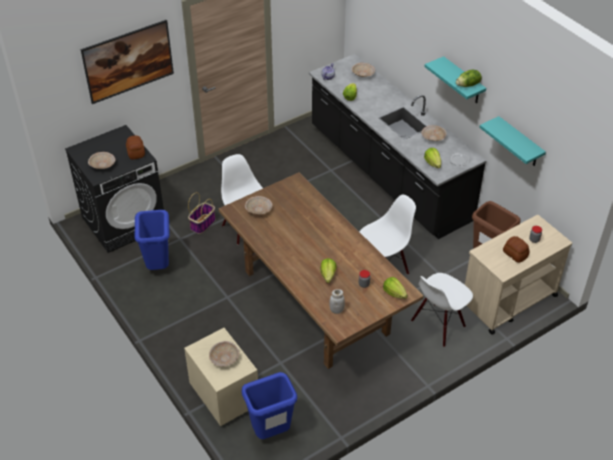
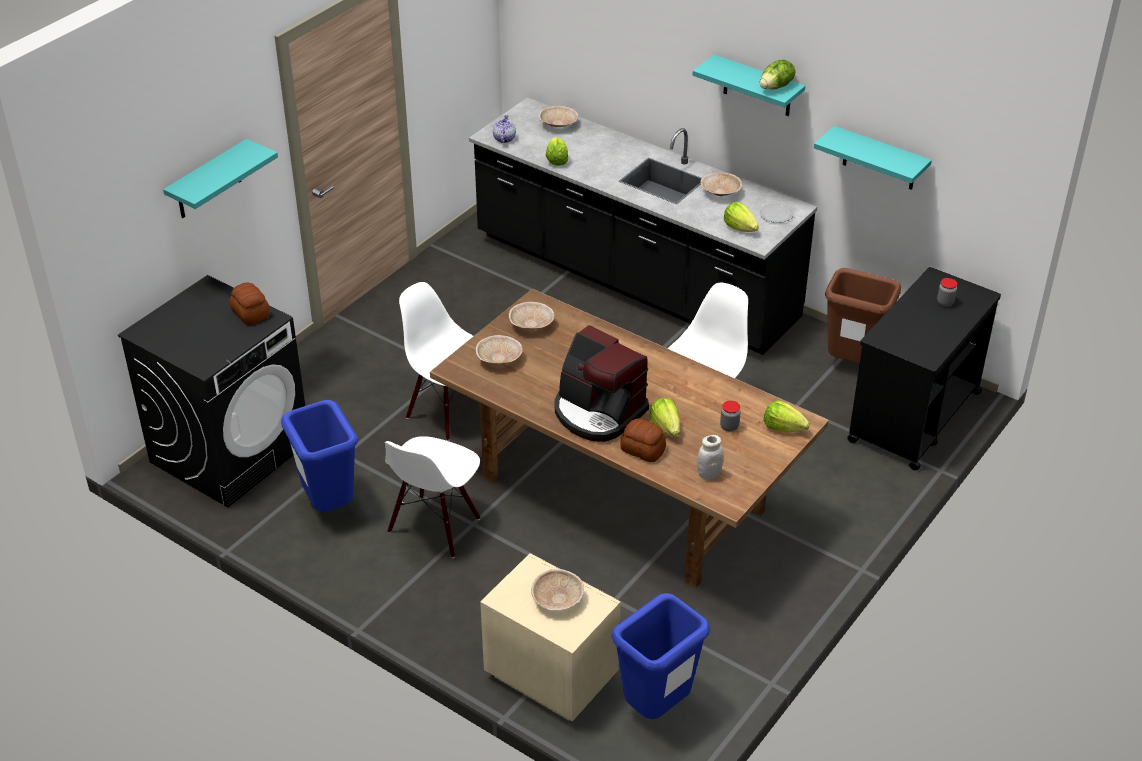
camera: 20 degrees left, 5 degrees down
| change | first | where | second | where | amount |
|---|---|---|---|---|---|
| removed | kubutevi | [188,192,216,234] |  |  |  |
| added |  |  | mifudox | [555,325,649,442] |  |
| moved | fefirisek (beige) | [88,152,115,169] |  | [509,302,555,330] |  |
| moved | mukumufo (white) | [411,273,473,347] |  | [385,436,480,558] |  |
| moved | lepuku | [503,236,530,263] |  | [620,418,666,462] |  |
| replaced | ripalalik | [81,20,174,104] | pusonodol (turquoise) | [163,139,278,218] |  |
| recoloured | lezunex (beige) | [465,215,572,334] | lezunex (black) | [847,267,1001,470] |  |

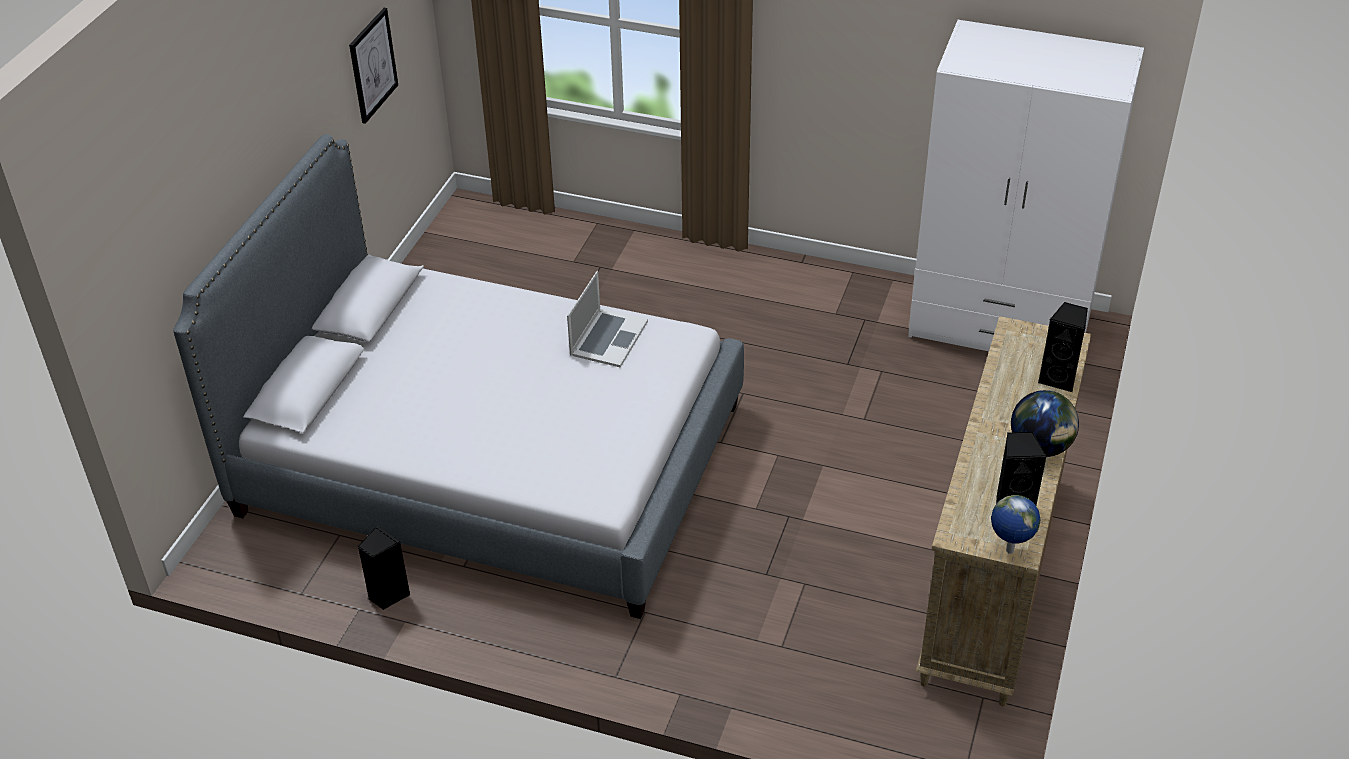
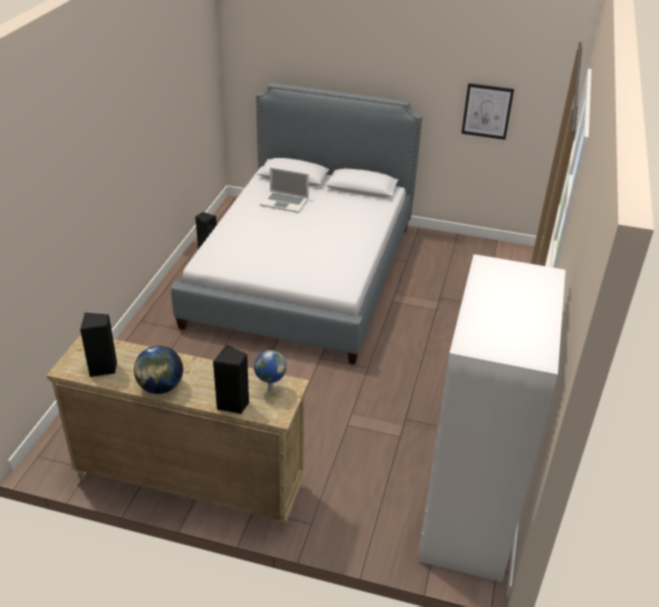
camera: 85 degrees right, 5 degrees down
| change | first | where | second | where | amount |
|---|---|---|---|---|---|
| moved | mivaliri | [567,271,648,367] |  | [260,167,309,213] |  |
| moved | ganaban | [991,495,1040,554] |  | [254,350,287,392] |  |

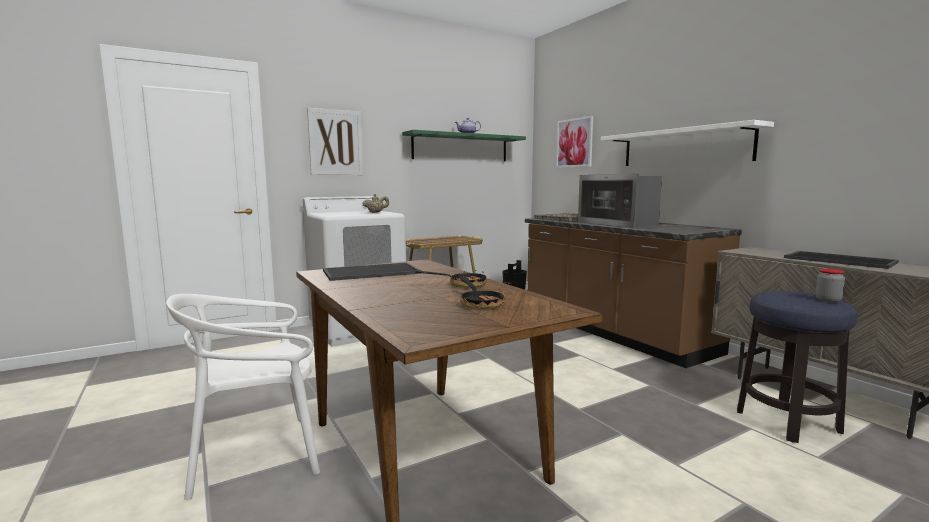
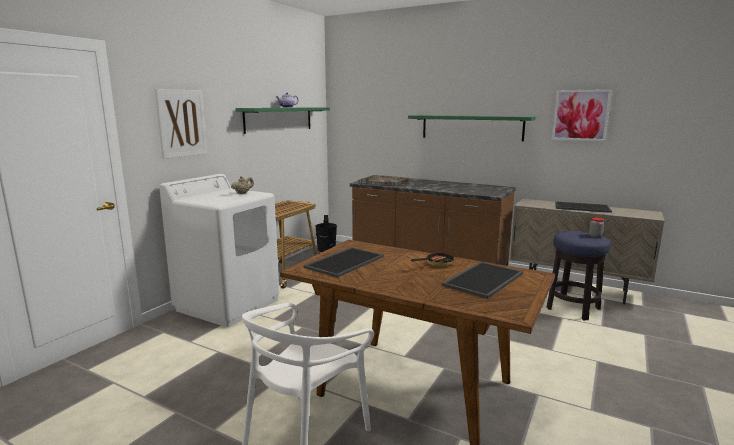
camera: 30 degrees left, 5 degrees up
| change | first | where | second | where | amount |
|---|---|---|---|---|---|
| removed | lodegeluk | [578,174,662,228] |  |  |  |
| moved | ripalalik | [556,116,593,168] |  | [552,89,612,141] |  |
| replaced | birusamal | [459,276,506,309] | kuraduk | [442,262,523,299] |  |
| recoloured | pusonodol (white) | [601,120,774,166] | pusonodol (green) | [408,115,536,141] |  |

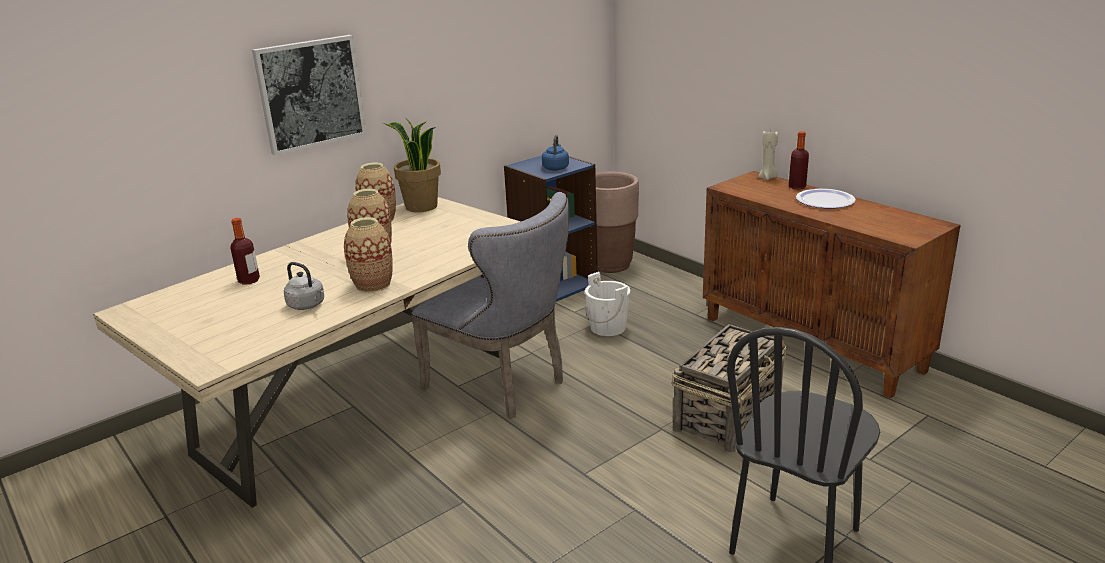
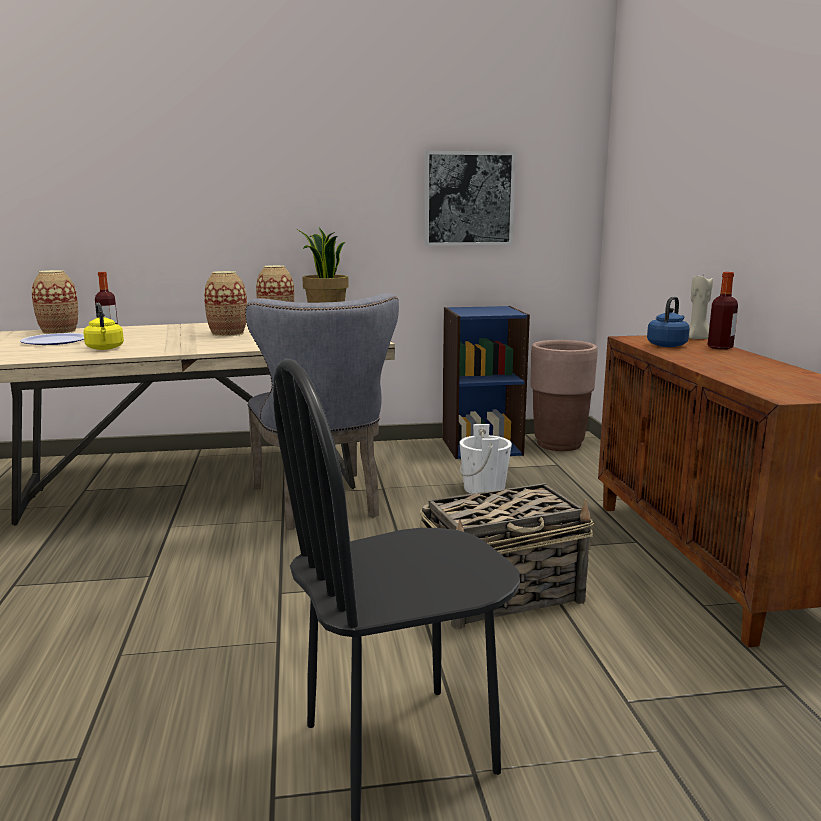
camera: 30 degrees right, 10 degrees down
| change | first | where | second | where | amount |
|---|---|---|---|---|---|
| moved | ripalalik | [252,35,366,155] |  | [424,151,516,246] |  |
| moved | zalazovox | [344,217,393,293] |  | [32,270,78,334] |  |
| moved | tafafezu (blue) | [542,135,569,170] |  | [647,297,690,347] |  |
| moved | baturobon | [796,189,856,209] |  | [20,333,84,345] |  |
| recoloured | tafafezu (grey) | [284,262,324,310] | tafafezu (yellow) | [83,303,124,350] |  |

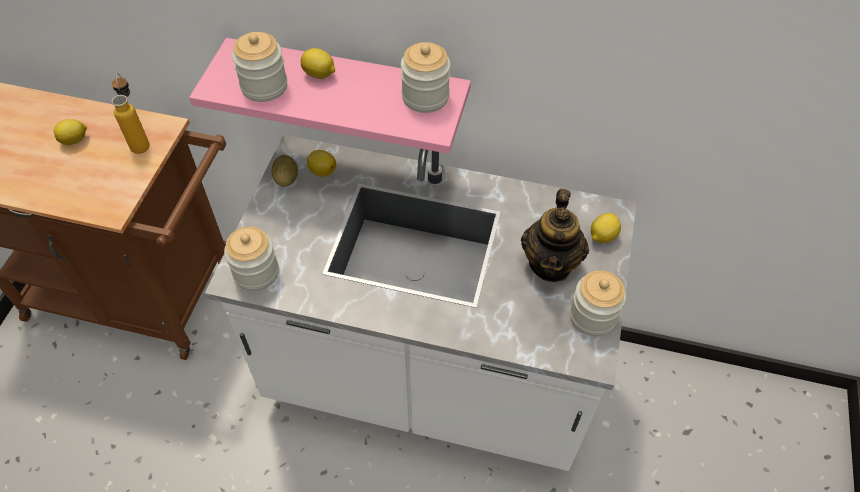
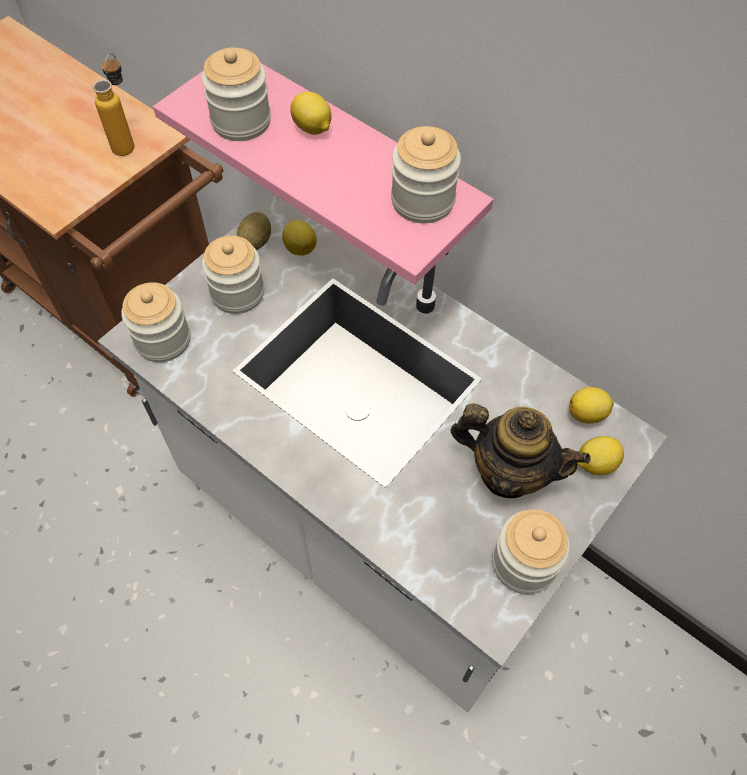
camera: 25 degrees right, 5 degrees up
| change | first | where | second | where | amount |
|---|---|---|---|---|---|
| added |  |  | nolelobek | [202,235,264,314] |  |
| moved | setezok | [54,119,87,145] |  | [569,387,614,424] |  |
| turned | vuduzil | [521,189,589,282] |  | [450,403,591,498] | 105 degrees counterclockwise |

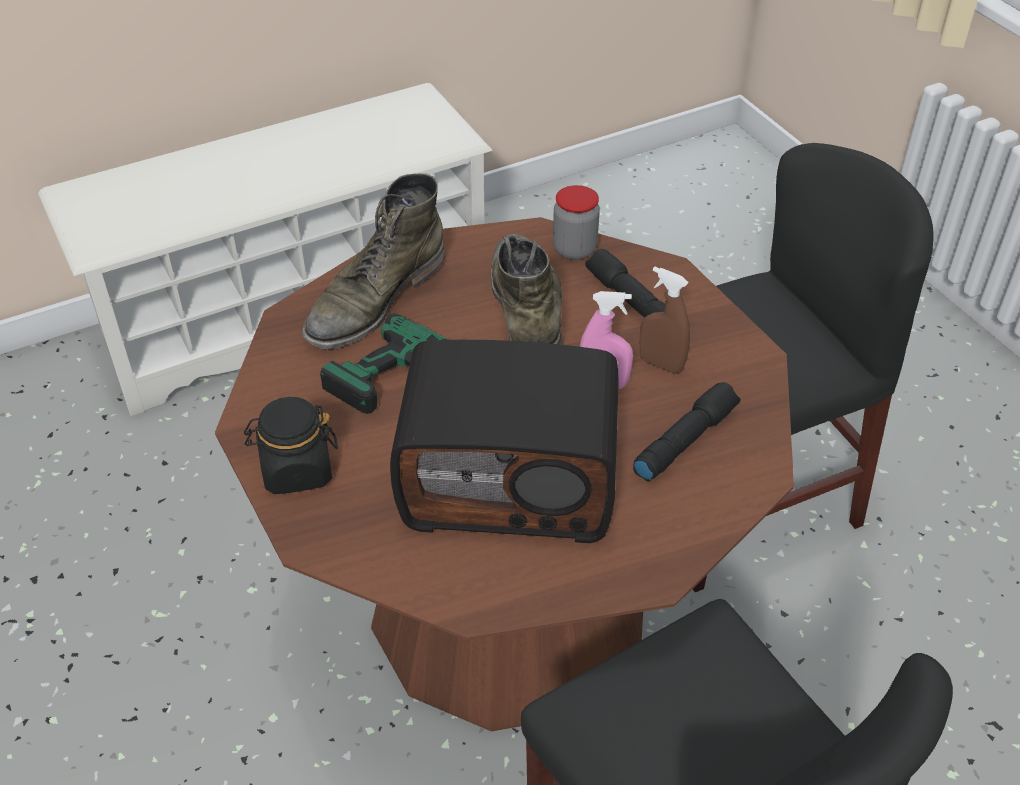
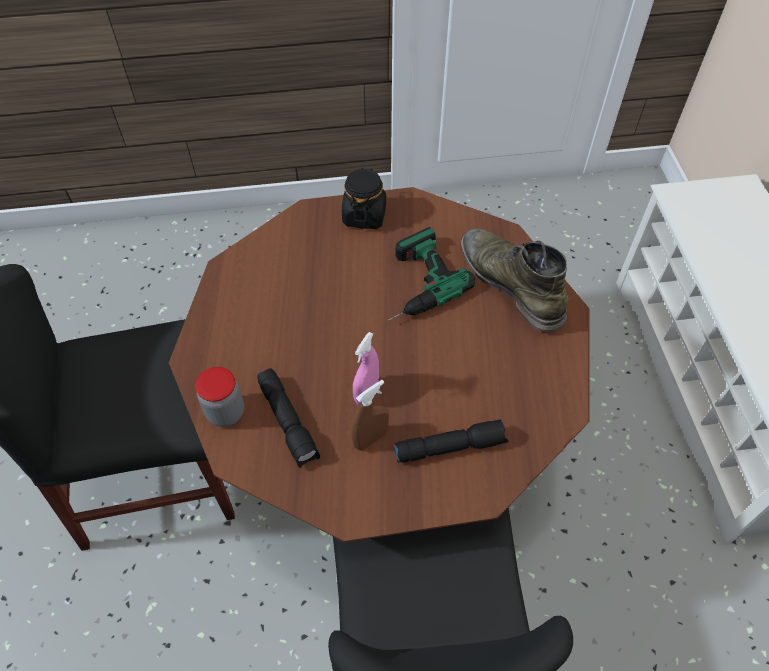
camera: 110 degrees right, 10 degrees up
| change | first | where | second | where | amount |
|---|---|---|---|---|---|
| removed | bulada | [390,340,619,543] |  |  |  |
| removed | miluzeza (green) | [491,234,563,345] |  |  |  |
| moved | nolelobek | [553,185,600,260] |  | [196,367,244,427] |  |

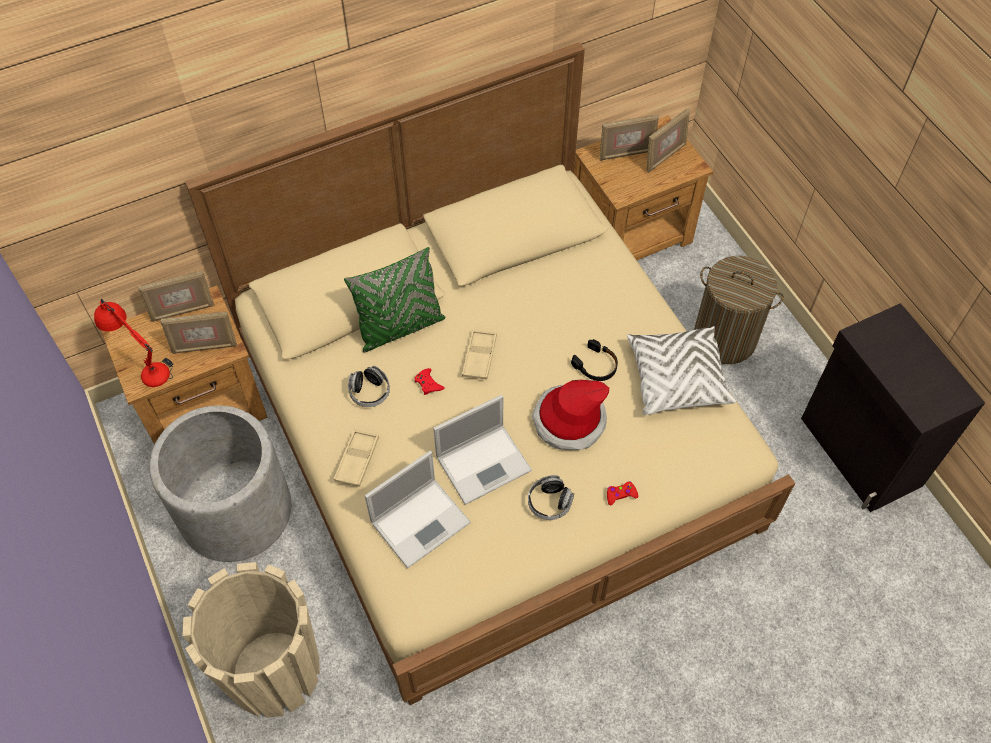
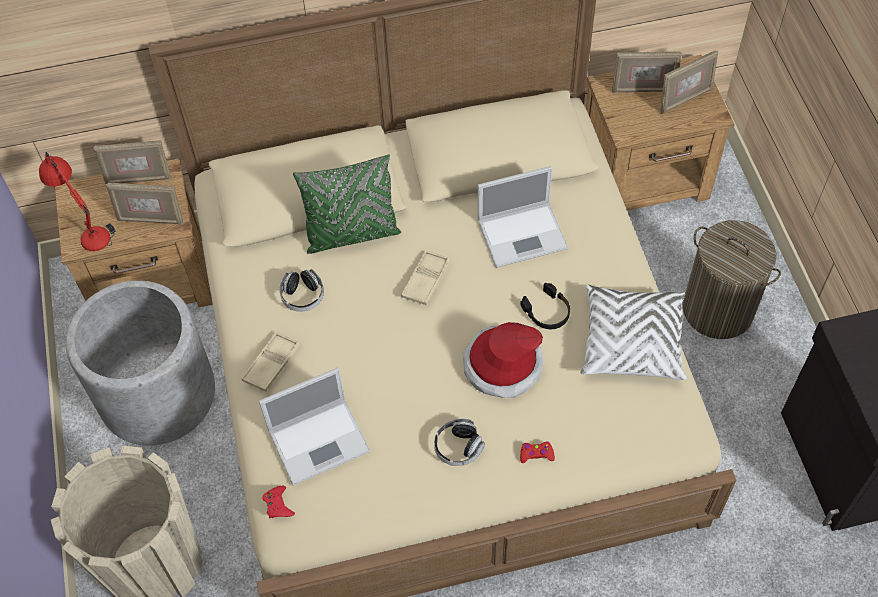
camera: 15 degrees right, 0 degrees up
| change | first | where | second | where | amount |
|---|---|---|---|---|---|
| moved | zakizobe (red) | [415,368,445,395] |  | [262,486,295,518] |  |
| moved | mivaliri | [433,395,532,505] |  | [477,166,568,268] |  |

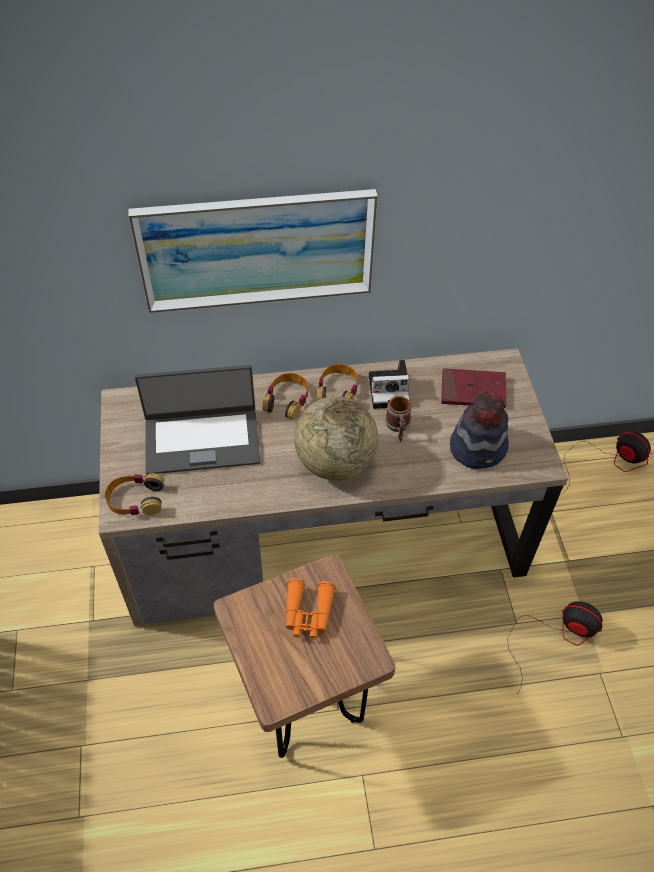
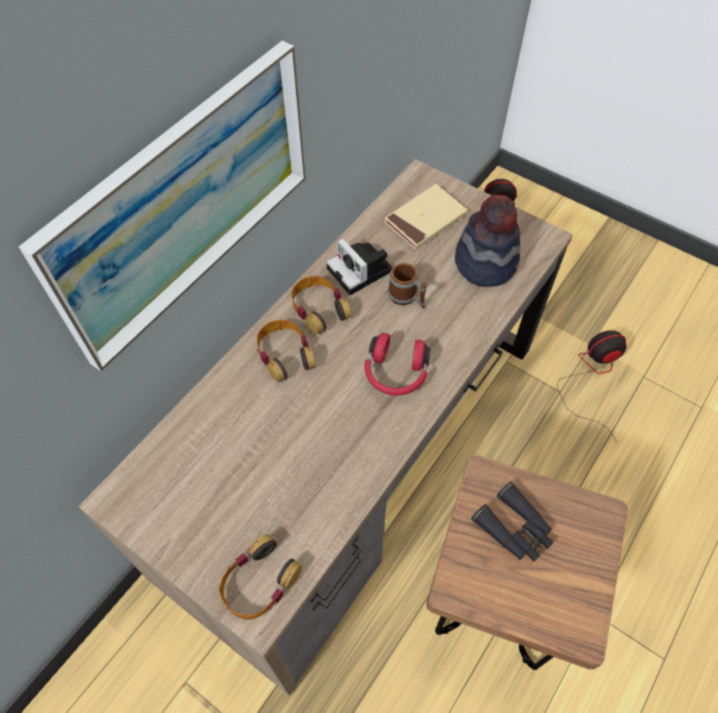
camera: 45 degrees left, 5 degrees up
| change | first | where | second | where | amount |
|---|---|---|---|---|---|
| removed | mivaliri | [135,365,261,474] |  |  |  |
| replaced | ganaban | [294,396,378,481] | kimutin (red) | [364,333,430,396] |  |
| recoloured | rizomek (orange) | [286,578,335,639] | rizomek (black) | [471,482,554,561] |  |
| recoloured | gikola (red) | [441,368,506,408] | gikola (beige) | [385,184,468,250] |  |
| turned | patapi | [369,360,410,409] |  | [326,238,392,295] | 105 degrees clockwise |

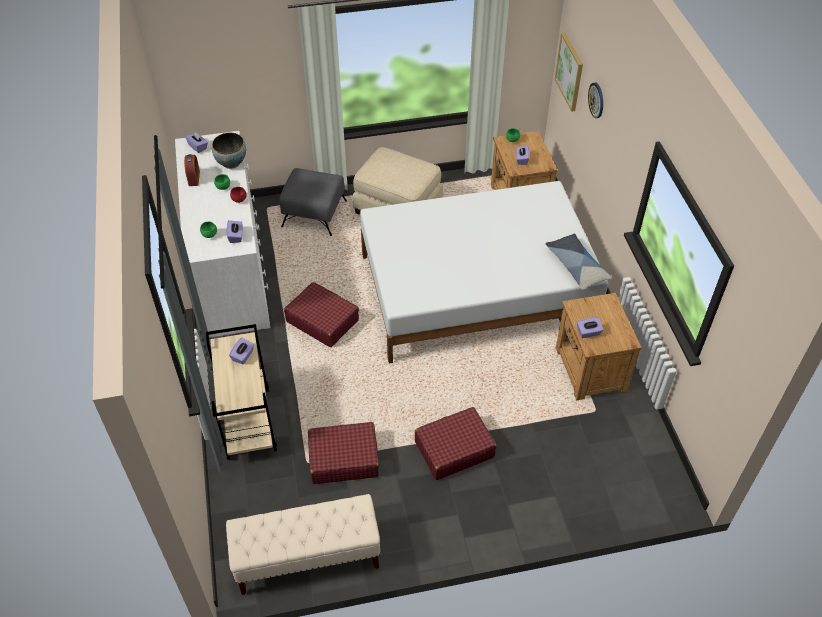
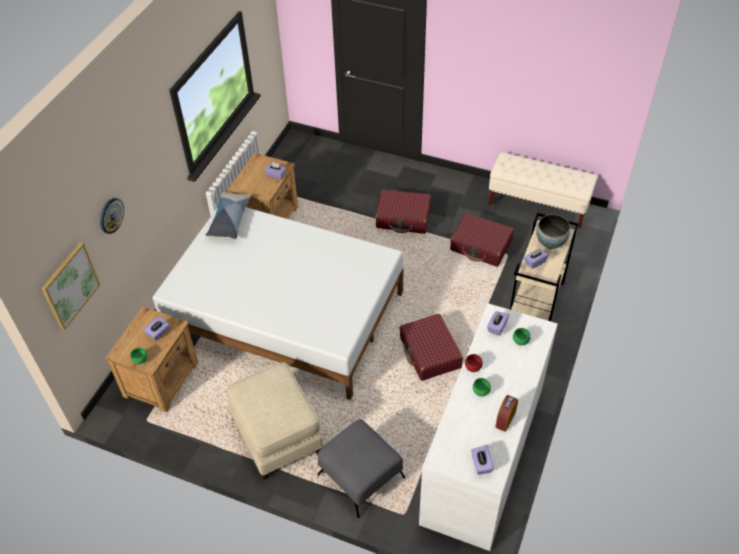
camera: 145 degrees left, 0 degrees up
| change | first | where | second | where | amount |
|---|---|---|---|---|---|
| moved | fefirisek | [212,133,246,169] |  | [536,214,570,249] |  |

